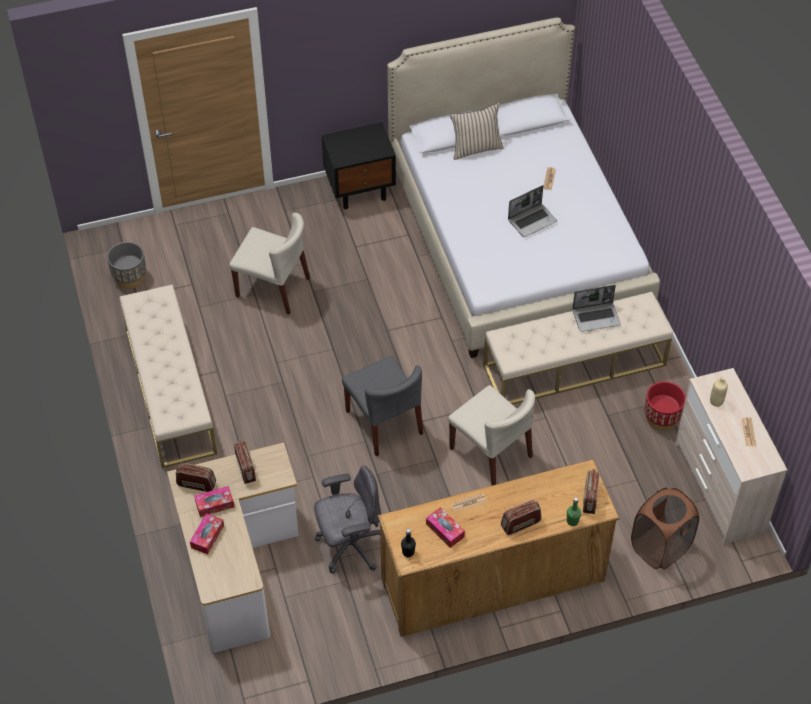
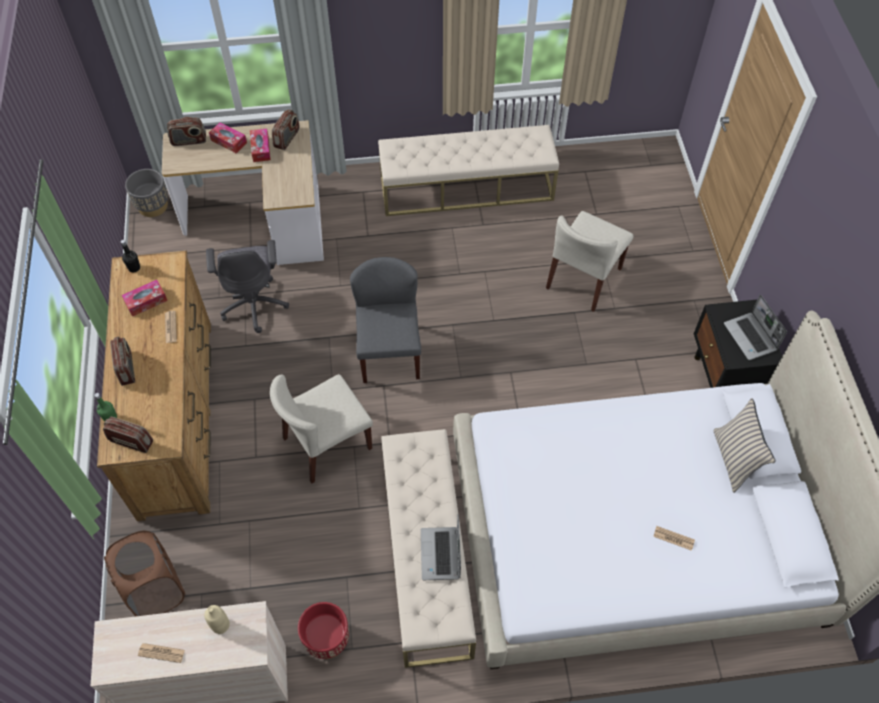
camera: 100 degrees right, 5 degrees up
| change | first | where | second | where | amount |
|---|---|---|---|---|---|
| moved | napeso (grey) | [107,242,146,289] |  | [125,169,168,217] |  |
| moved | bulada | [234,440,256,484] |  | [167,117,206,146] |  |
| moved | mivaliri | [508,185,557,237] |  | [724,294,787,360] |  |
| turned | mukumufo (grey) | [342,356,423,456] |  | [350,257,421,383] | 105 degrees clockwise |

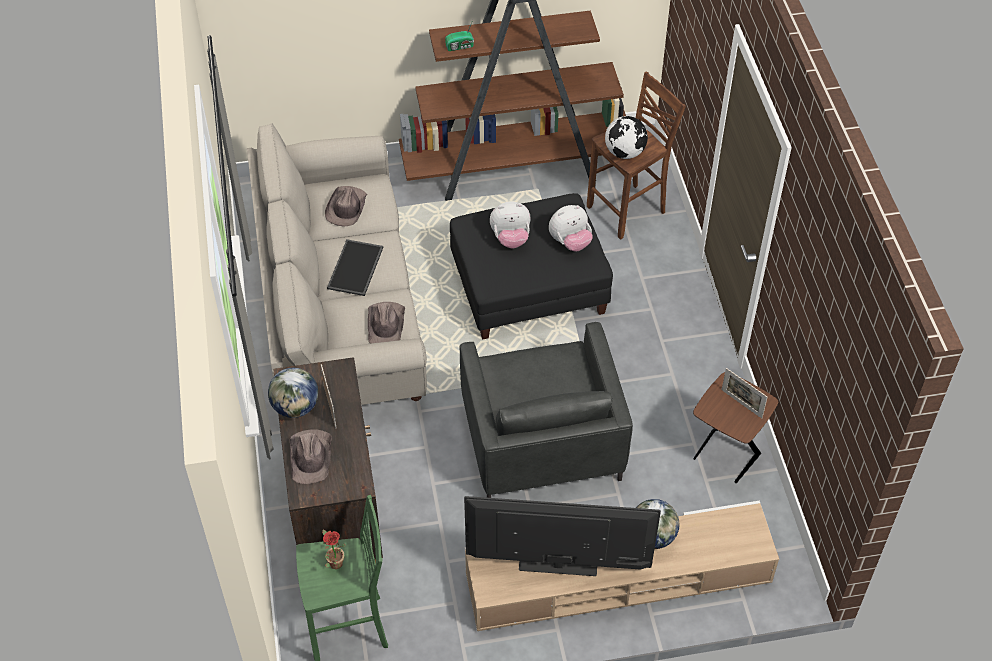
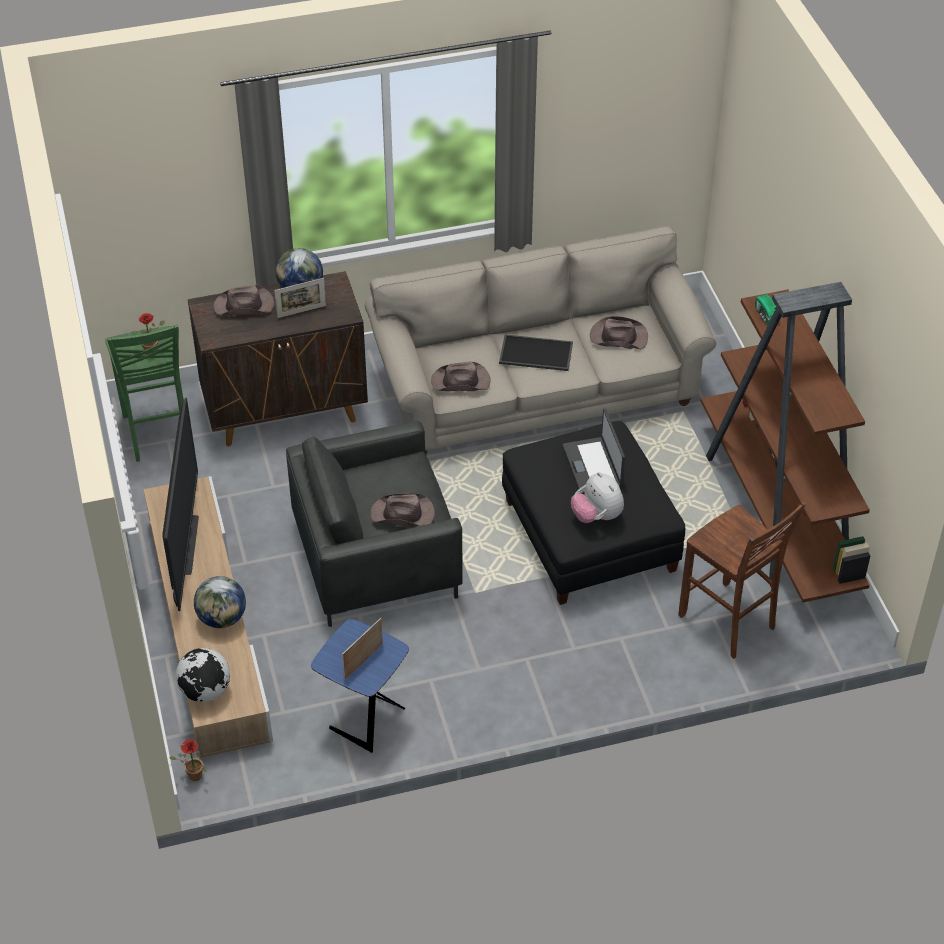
camera: 85 degrees right, 5 degrees down
| change | first | where | second | where | amount |
|---|---|---|---|---|---|
| added |  |  | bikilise | [169,739,207,781] |  |
| added |  |  | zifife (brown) | [371,493,435,527] |  |
| moved | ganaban | [605,116,648,159] |  | [176,648,230,702] |  |
| replaced | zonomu | [490,202,530,248] | mivaliri | [563,409,625,494] |  |
| recoloured | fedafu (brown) | [693,372,778,483] | fedafu (blue) | [311,619,409,753] |  |

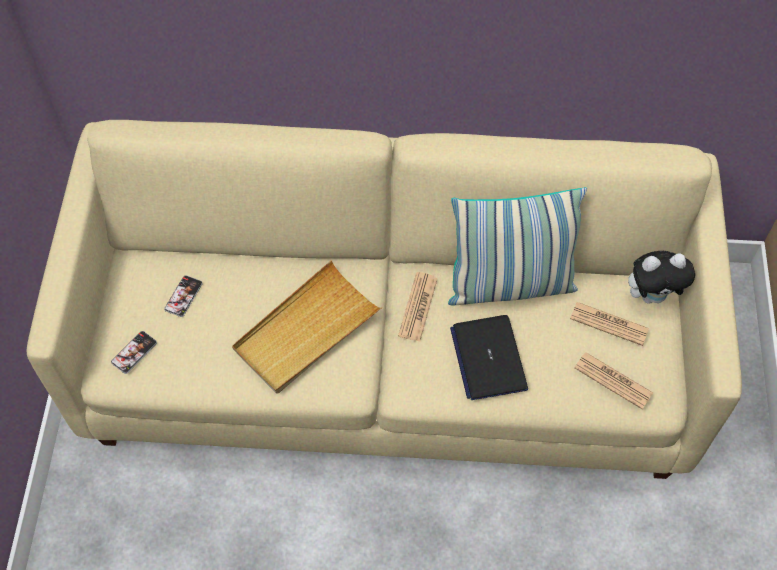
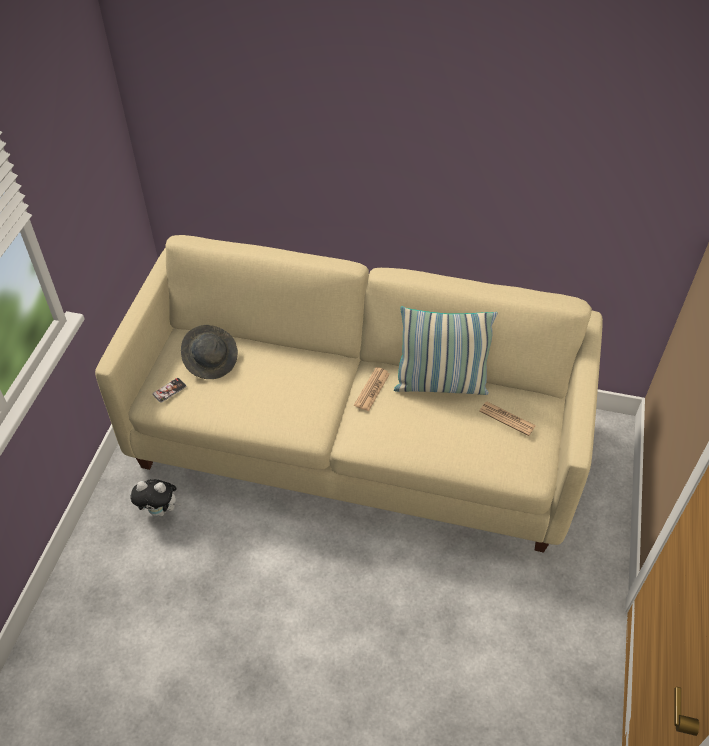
camera: 10 degrees right, 10 degrees down
| change | first | where | second | where | amount |
|---|---|---|---|---|---|
| removed | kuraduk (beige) | [232,260,382,393] |  |  |  |
| removed | mivaliri | [450,315,528,400] |  |  |  |
| removed | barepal | [574,352,653,409] |  |  |  |
| moved | zonomu | [628,251,695,304] |  | [130,479,181,517] |  |
| replaced | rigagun | [164,275,203,317] | zifife (grey) | [181,325,238,379] |  |

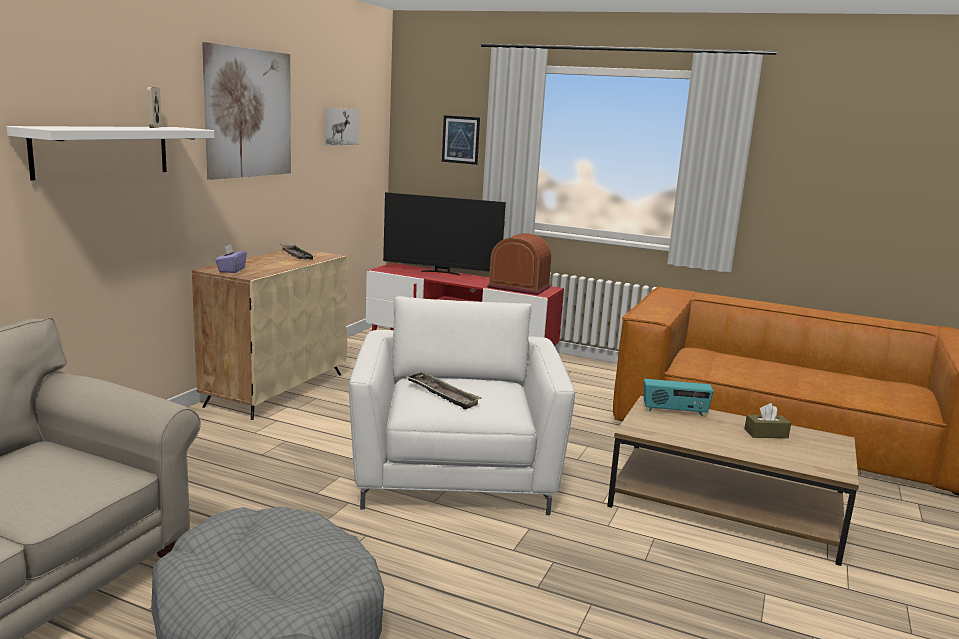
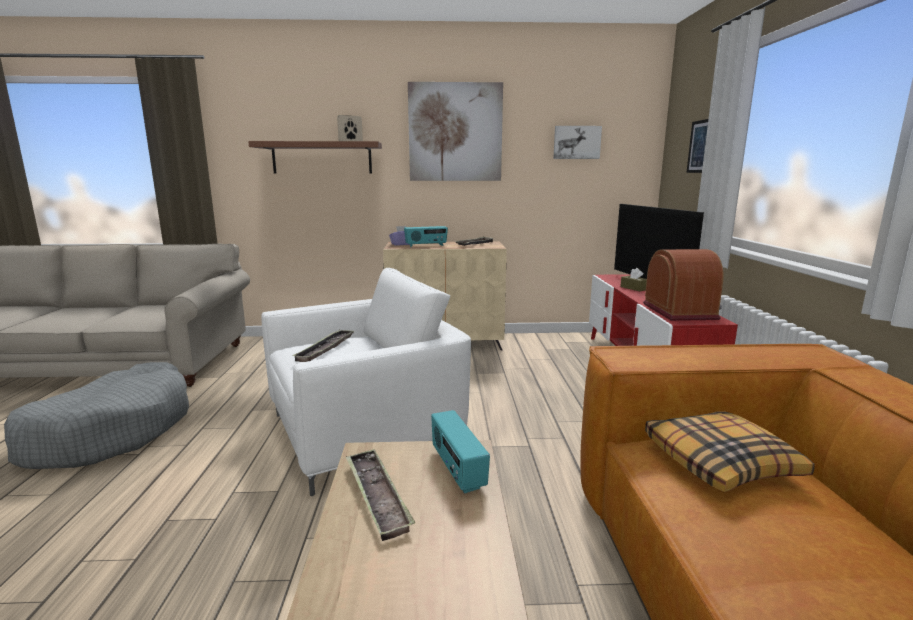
camera: 65 degrees right, 0 degrees up
| change | first | where | second | where | amount |
|---|---|---|---|---|---|
| added |  |  | kuraduk | [346,449,415,541] |  |
| added |  |  | bulada | [404,226,448,247] |  |
| added |  |  | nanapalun | [645,411,815,492] |  |
| moved | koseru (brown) | [744,403,791,438] |  | [620,268,647,292] |  |
| recoloured | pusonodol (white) | [7,126,214,181] | pusonodol (brown) | [248,141,382,174] |  |

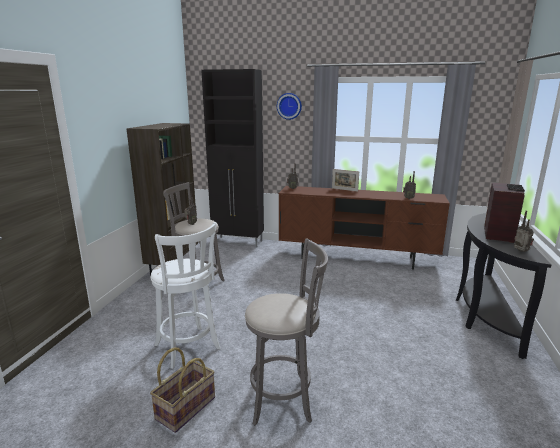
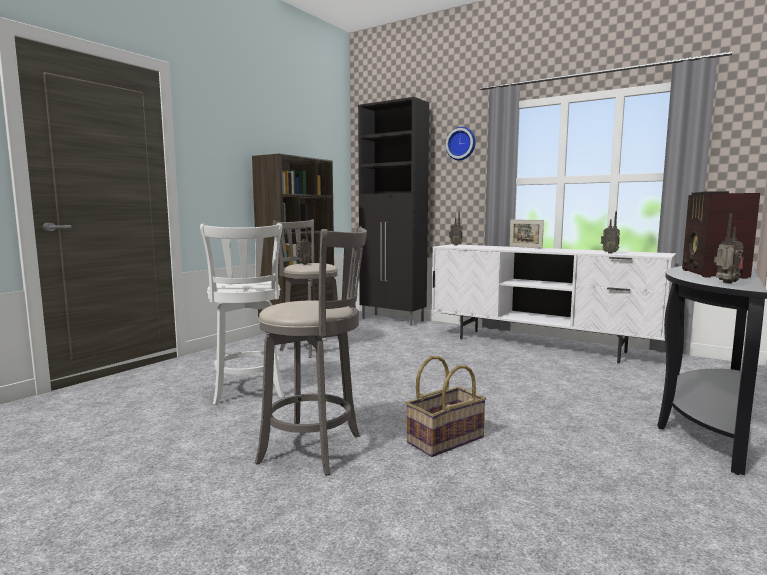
camera: 20 degrees right, 10 degrees down
| change | first | where | second | where | amount |
|---|---|---|---|---|---|
| moved | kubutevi | [150,347,215,433] |  | [406,356,486,457] |  |
| recoloured | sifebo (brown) | [279,186,450,270] | sifebo (white) | [431,244,676,364] |  |
| turned | bulada | [484,183,525,243] |  | [682,191,760,279] | 150 degrees clockwise |

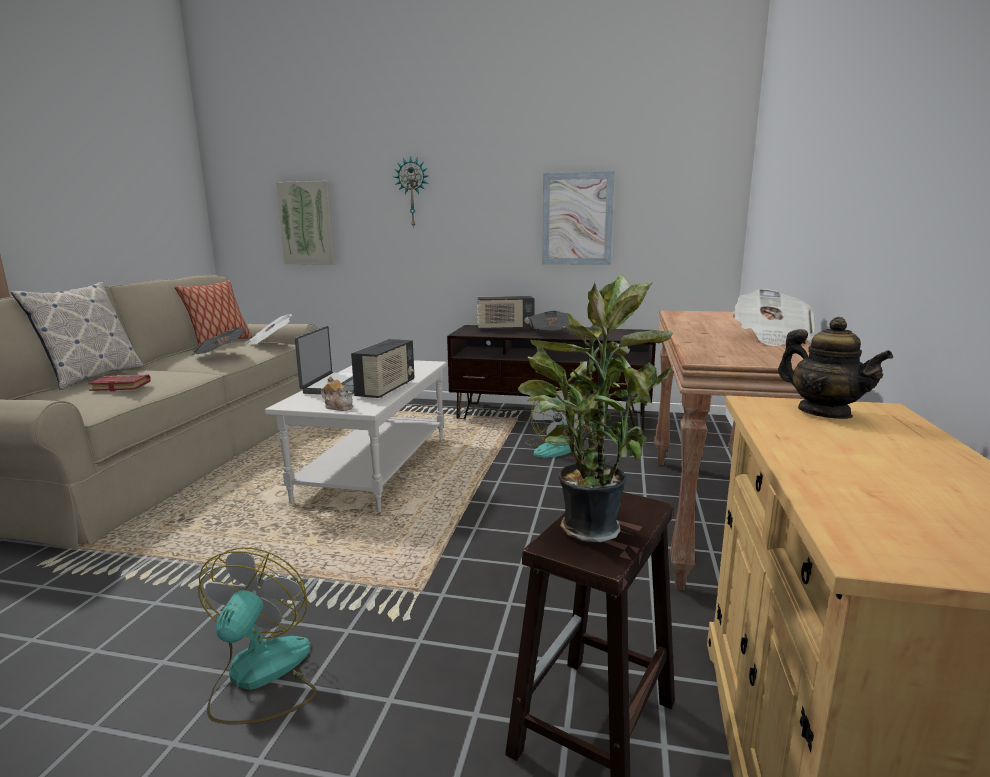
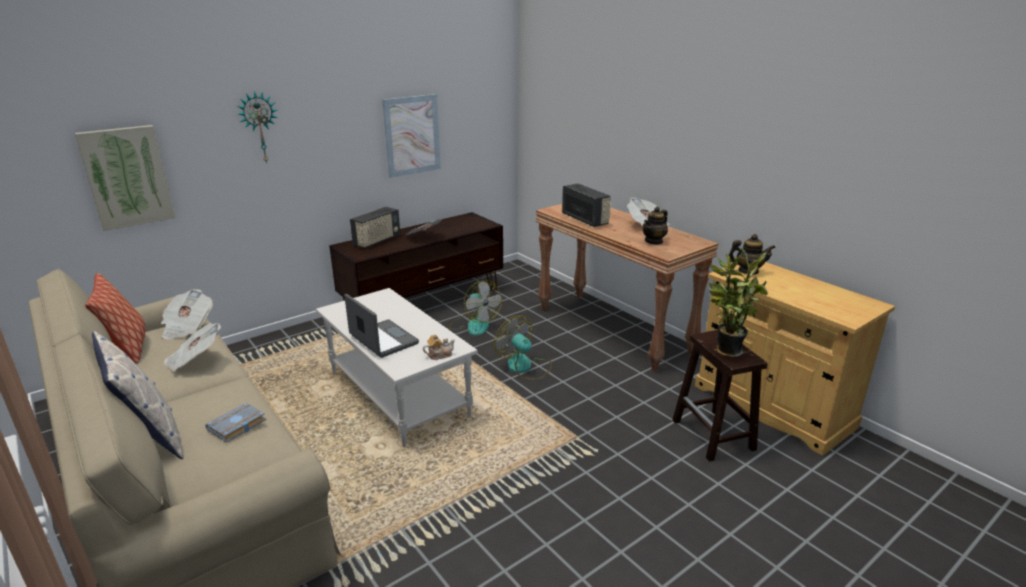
camera: 50 degrees left, 10 degrees up
| change | first | where | second | where | amount |
|---|---|---|---|---|---|
| added |  |  | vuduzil | [642,206,668,245] |  |
| moved | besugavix | [198,547,316,724] |  | [494,315,552,380] |  |
| moved | bulada | [351,339,414,398] |  | [562,183,611,227] |  |
| recoloured | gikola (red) | [88,375,151,391] | gikola (grey) | [205,403,266,443] |  |

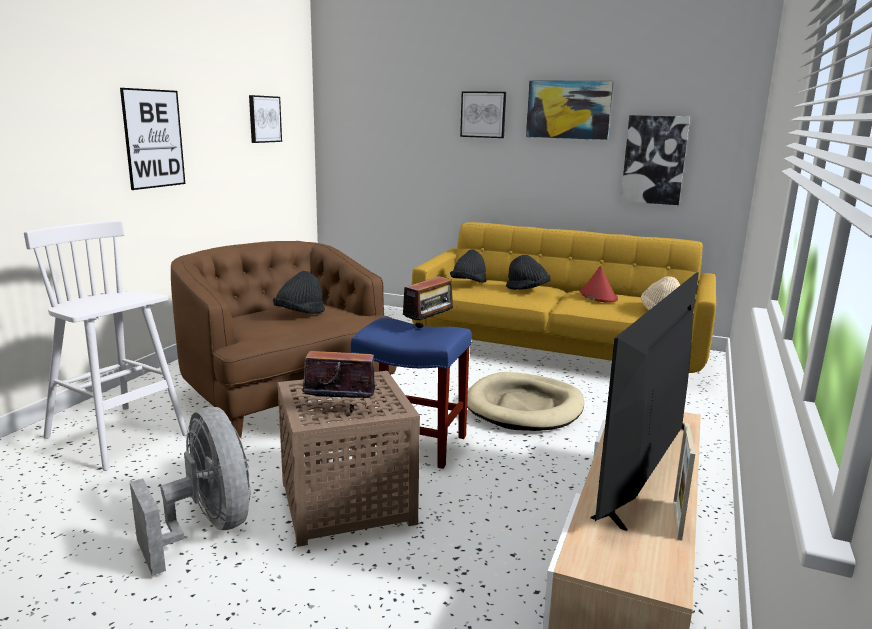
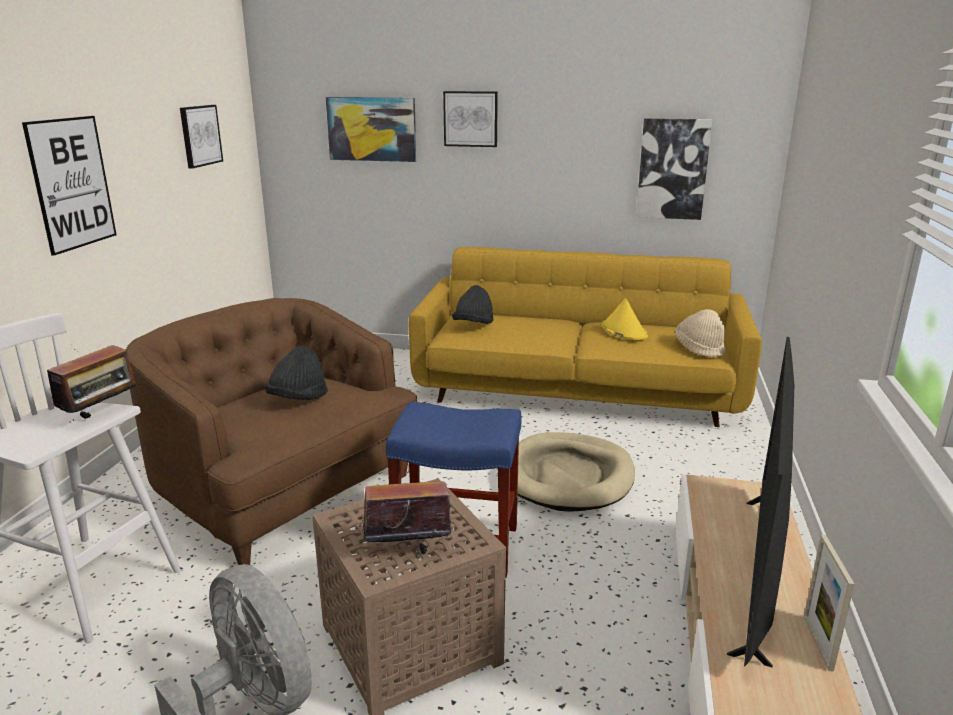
camera: 10 degrees left, 5 degrees up
| change | first | where | second | where | amount |
|---|---|---|---|---|---|
| removed | zifife (black) | [506,255,551,290] |  |  |  |
| moved | bulada | [403,270,454,329] |  | [47,345,140,421] |  |
| moved | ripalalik | [526,81,614,140] |  | [326,97,417,162] |  |
| recoloured | zifife (red) | [580,266,618,303] | zifife (yellow) | [601,298,648,341] |  |

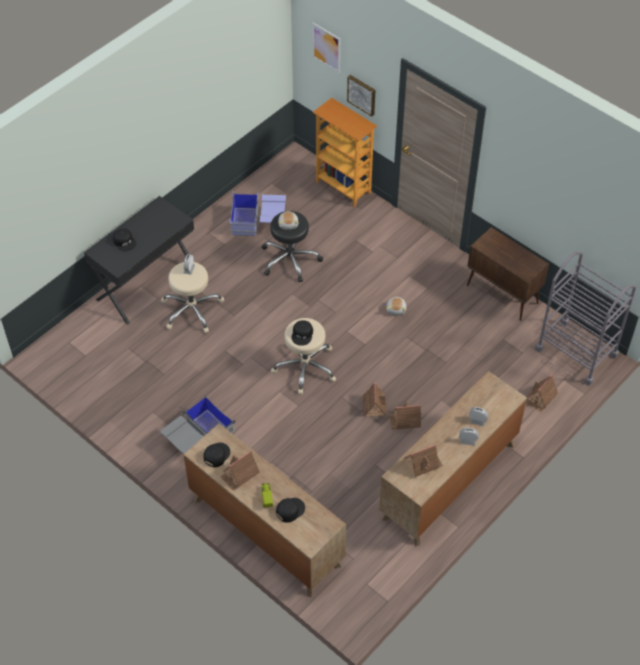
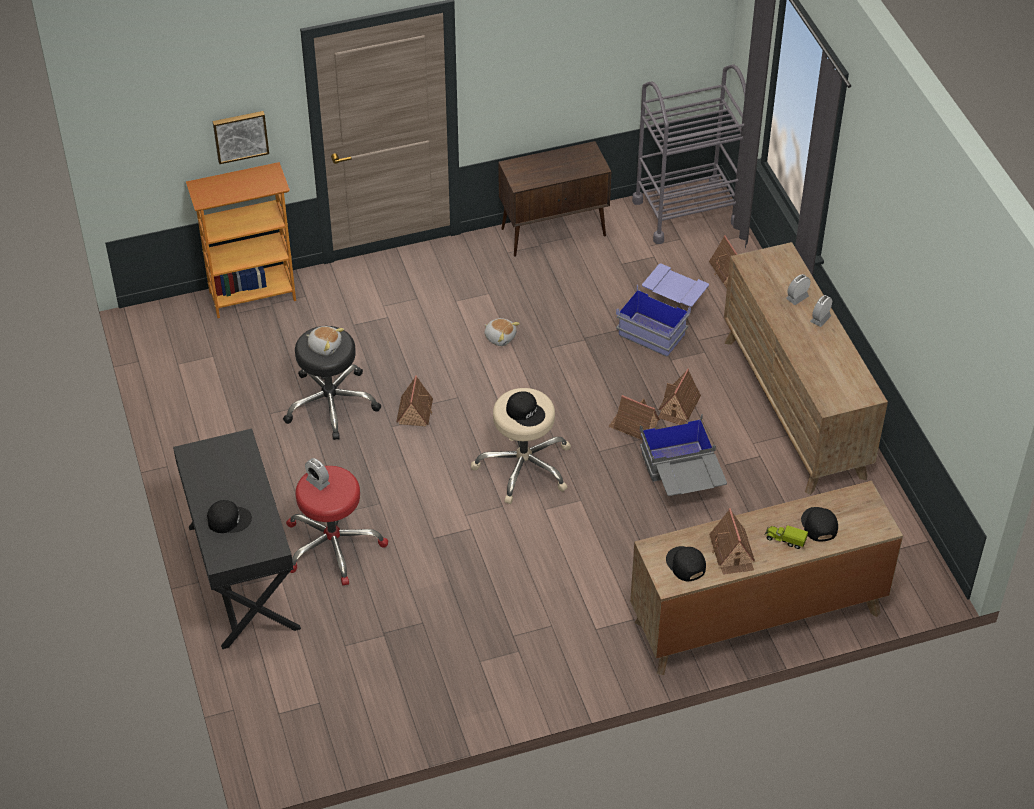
camera: 60 degrees left, 5 degrees down
| change | first | where | second | where | amount |
|---|---|---|---|---|---|
| removed | ripalalik | [312,23,340,73] |  |  |  |
| moved | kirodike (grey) | [160,393,235,454] |  | [640,414,727,496] |  |
| moved | kirodike (blue) | [229,191,286,236] |  | [616,264,709,357] |  |
| moved | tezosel | [405,444,443,477] |  | [396,375,433,426] |  |
| recoloured | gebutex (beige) | [161,262,225,333] | gebutex (red) | [286,466,388,585] |  |

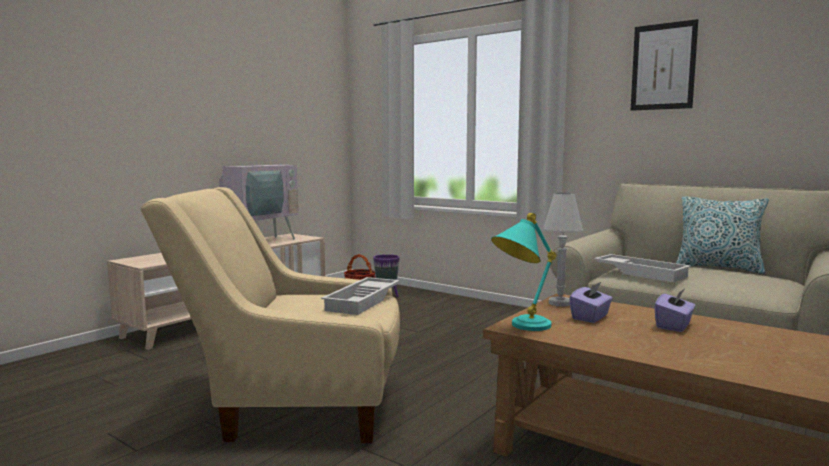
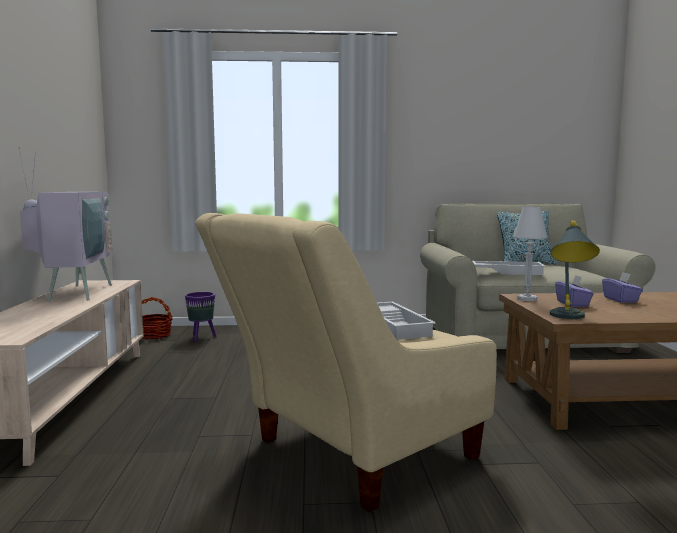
camera: 40 degrees left, 0 degrees up
| change | first | where | second | where | amount |
|---|---|---|---|---|---|
| removed | ripalalik | [631,19,698,111] |  |  |  |
| recoloured | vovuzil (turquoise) | [491,213,557,331] | vovuzil (grey) | [550,221,600,319] |  |

